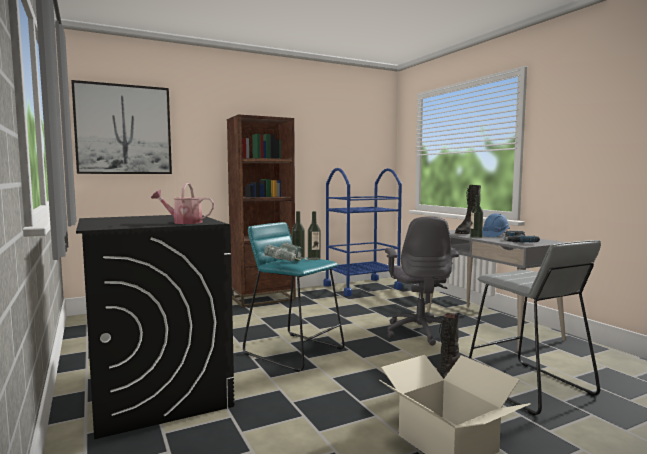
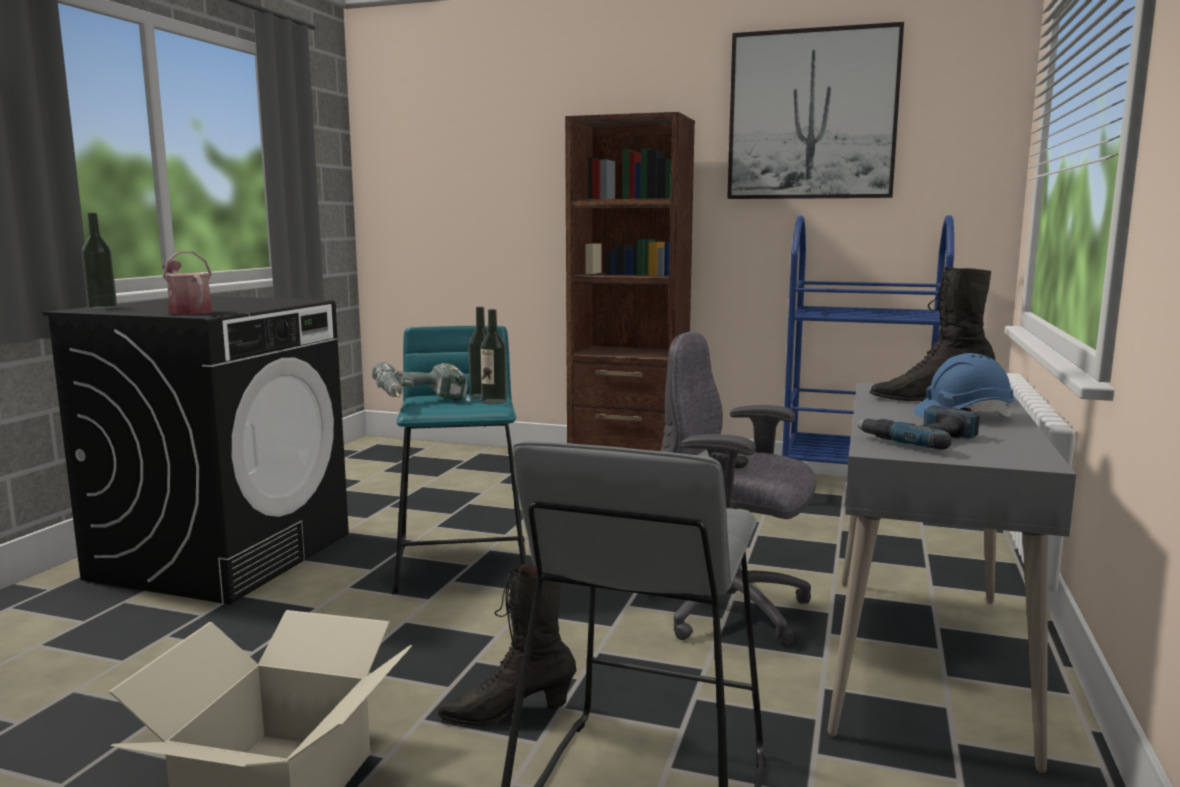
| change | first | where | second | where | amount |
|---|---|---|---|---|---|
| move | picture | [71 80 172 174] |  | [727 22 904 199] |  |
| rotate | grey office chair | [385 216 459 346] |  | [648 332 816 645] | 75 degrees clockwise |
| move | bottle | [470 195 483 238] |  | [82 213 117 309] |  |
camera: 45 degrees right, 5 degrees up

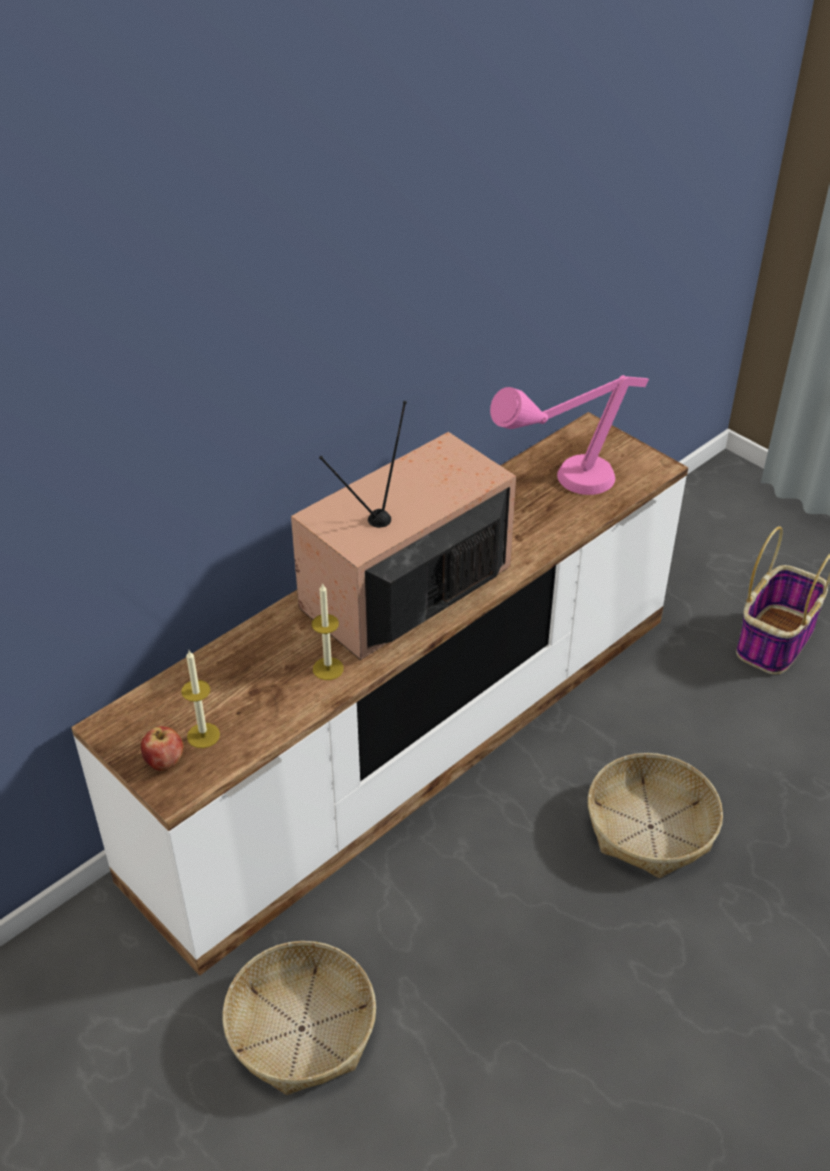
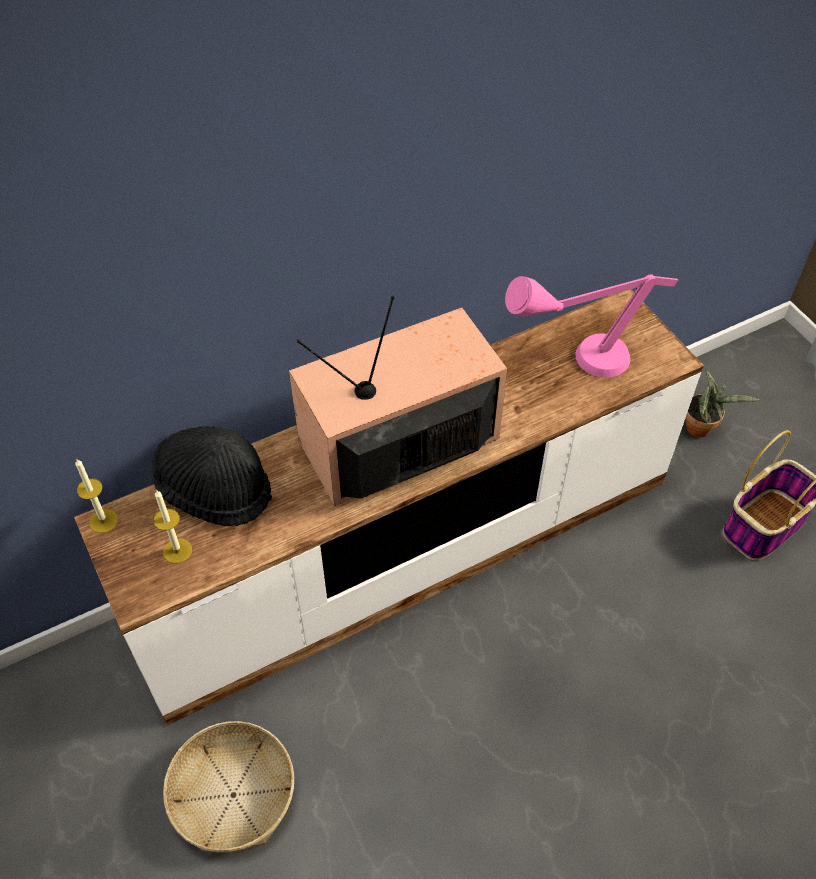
| change | first | where | second | where | amount |
|---|---|---|---|---|---|
| delete | apple | [141 726 184 771] |  |  |  |
| move | candle | [312 583 344 680] |  | [75 459 118 533] |  |
| delete | basket | [588 753 723 878] |  |  |  |
| insert |  |  | black hat | [151 426 272 526] |  |
| insert |  |  | potted plant | [686 370 759 437] |  |
camera: 15 degrees right, 10 degrees up

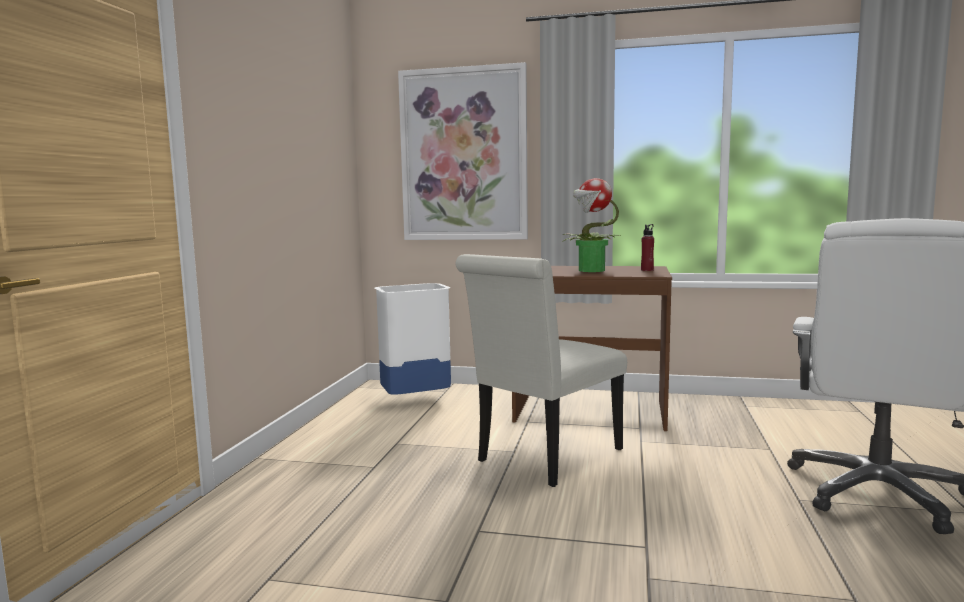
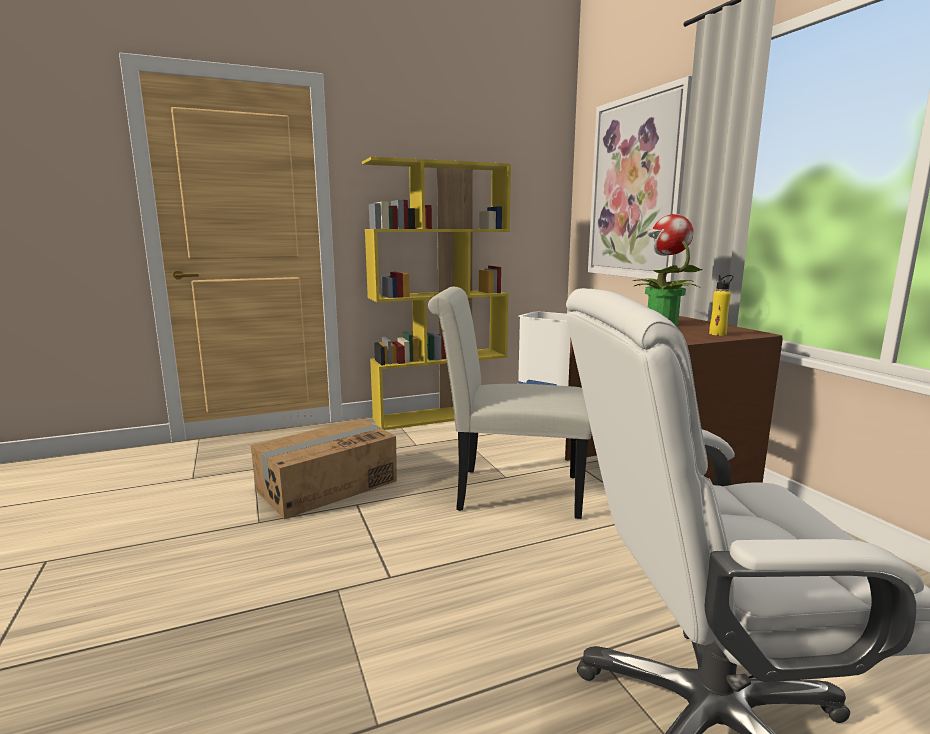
| change | first | where | second | where | amount |
|---|---|---|---|---|---|
| recolor | red bottle | [641 224 654 271] | yellow bottle | [709 275 734 336] |  |
| insert |  |  | cardboard box | [251 419 397 519] |  |
| insert |  |  | yellow bookcase | [362 157 511 430] |  |
camera: 55 degrees right, 5 degrees up

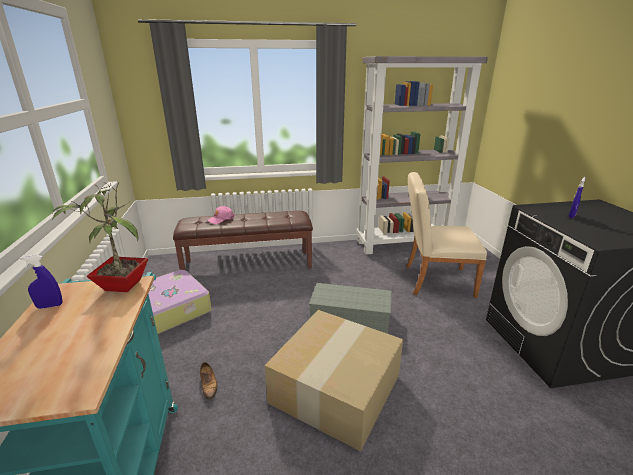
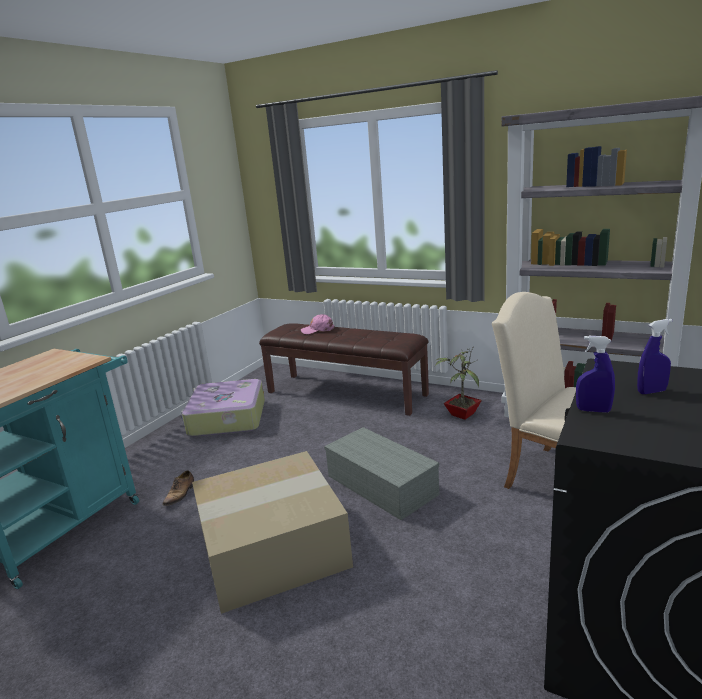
| change | first | where | second | where | amount |
|---|---|---|---|---|---|
| move | blue spray bottle | [20 255 63 309] |  | [576 336 615 413] |  |
| move | potted plant | [52 182 148 292] |  | [435 347 482 420] |  |
camera: 40 degrees right, 5 degrees down

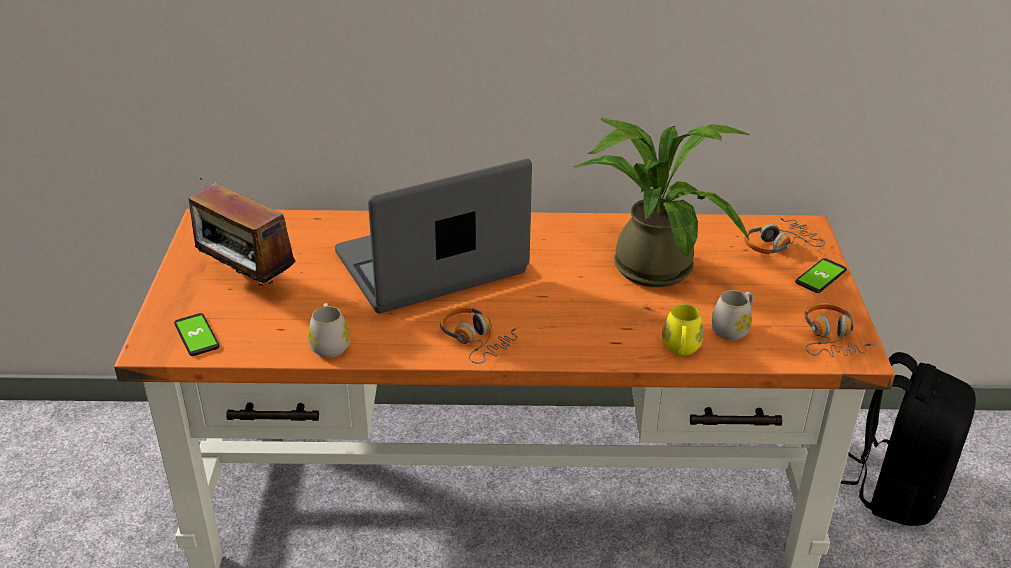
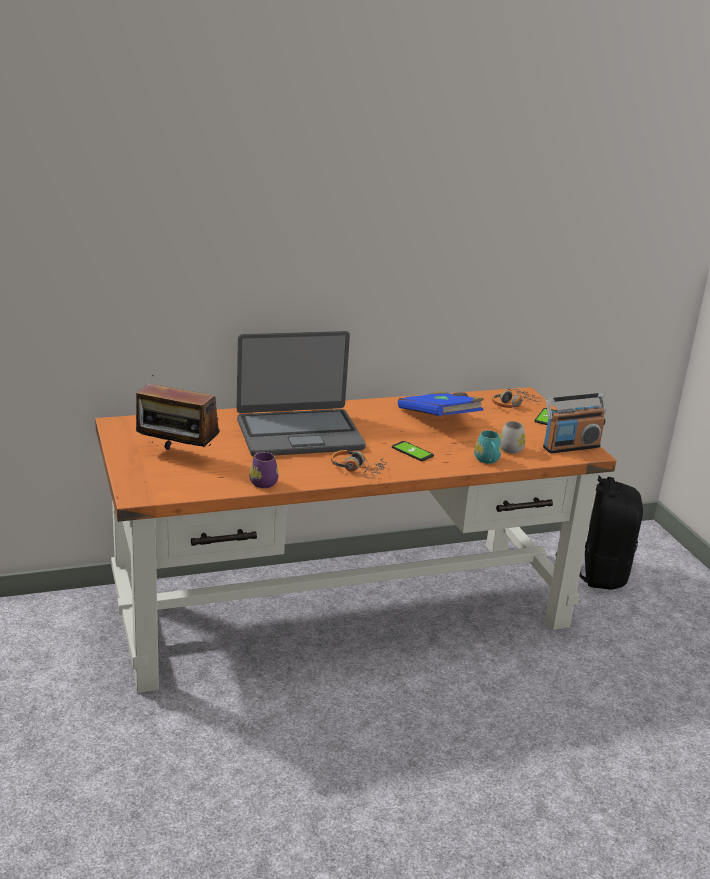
| change | first | where | second | where | amount |
|---|---|---|---|---|---|
| move | phone | [174 313 220 356] |  | [392 441 434 461] |  |
| recolor | white mug | [308 303 350 358] | purple mug | [249 452 278 488] |  |
| rotate | laptop | [335 159 532 313] |  | [237 331 366 456] | 150 degrees counterclockwise |
| replace | potted plant | [573 118 749 287] | blue book | [398 391 484 416] |  |
| recolor | yellow mug | [662 304 703 355] | turquoise mug | [474 430 501 464] |  |
| replace | headphones | [805 303 875 357] | radio | [543 393 606 453] |  |
camera: 20 degrees left, 10 degrees down

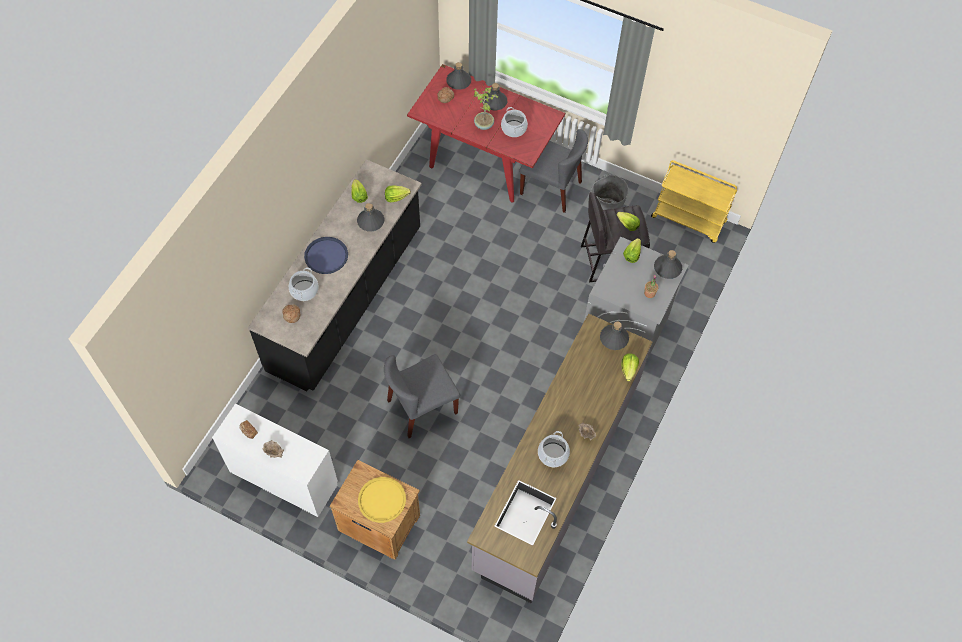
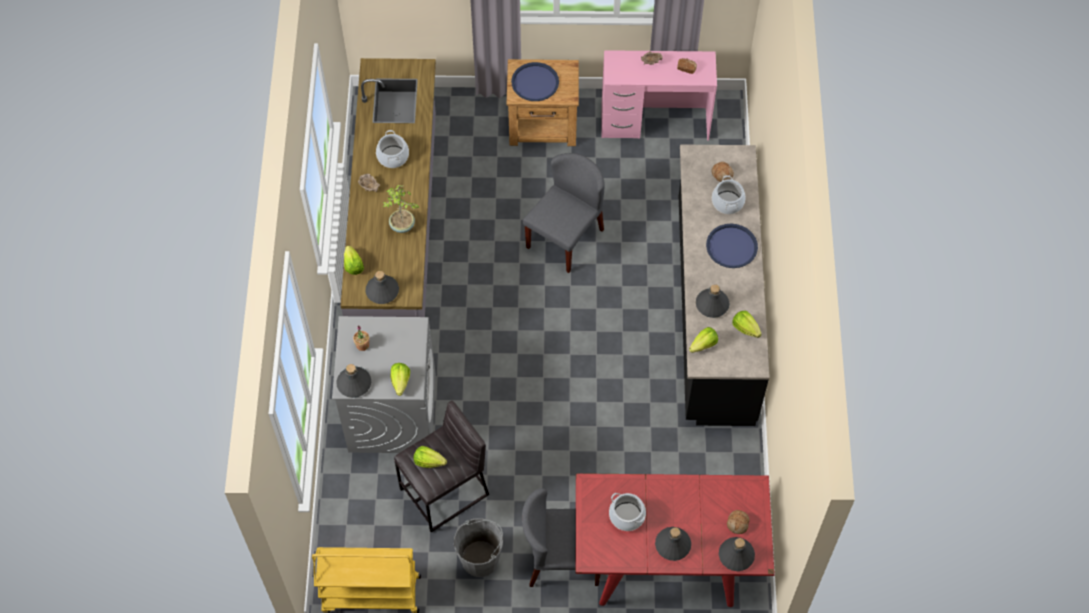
| change | first | where | second | where | amount |
|---|---|---|---|---|---|
| recolor | white desk | [212 404 338 517] | pink desk | [601 50 717 141] |  |
| recolor | yellow tray | [358 477 406 523] | blue tray | [511 62 559 101] |  |
| move | potted plant | [474 87 499 130] |  | [383 185 419 233] |  |
camera: 155 degrees right, 0 degrees up

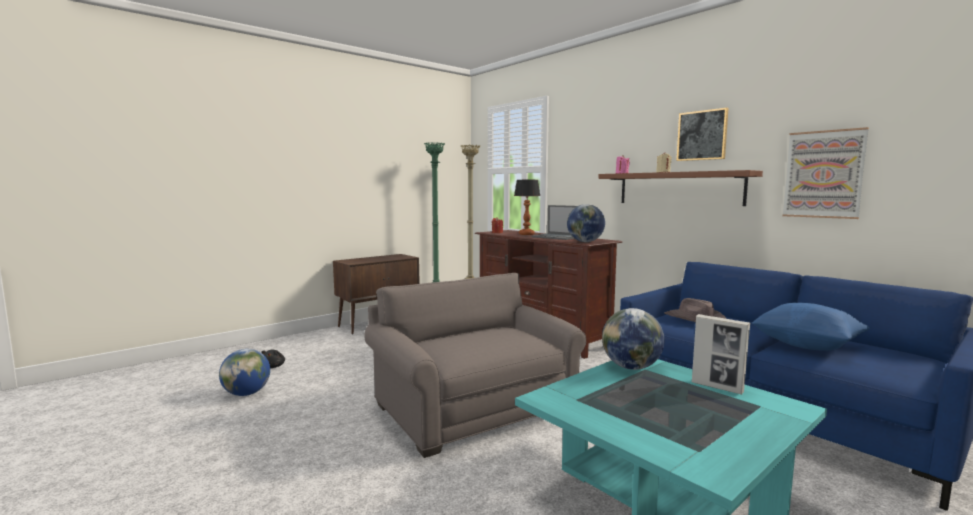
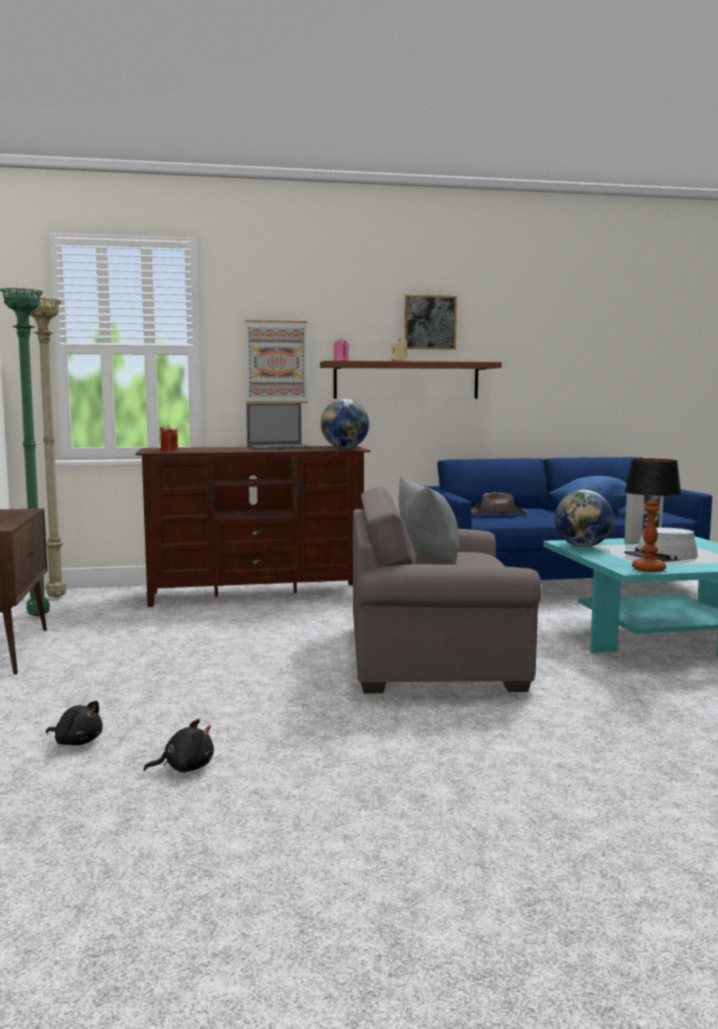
| change | first | where | second | where | amount |
|---|---|---|---|---|---|
| replace | globe | [219 349 270 396] | black plush toy | [143 719 214 773] |  |
| move | table lamp | [514 180 540 235] |  | [625 458 681 572] |  |
| move | picture | [782 127 869 219] |  | [245 320 308 403] |  |
| insert |  |  | grey pillow | [398 477 459 564] |  |
| insert |  |  | grey hat | [624 527 698 562] |  |
camera: 60 degrees left, 0 degrees up

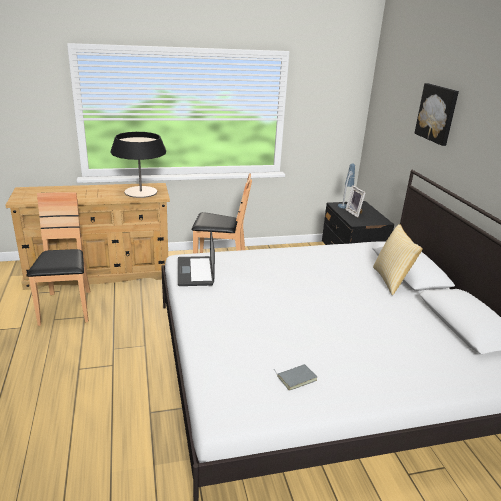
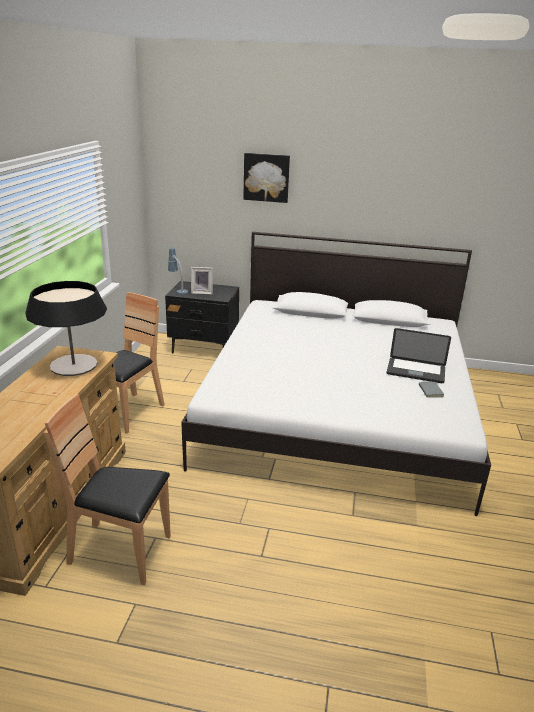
| change | first | where | second | where | amount |
|---|---|---|---|---|---|
| move | laptop | [178 227 215 286] |  | [387 328 451 383] |  |
| delete | pillow | [373 224 423 295] |  |  |  |
camera: 65 degrees left, 0 degrees up

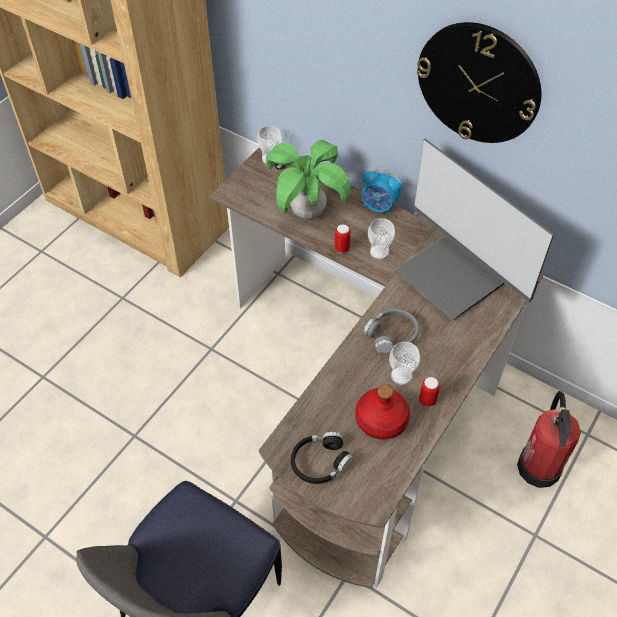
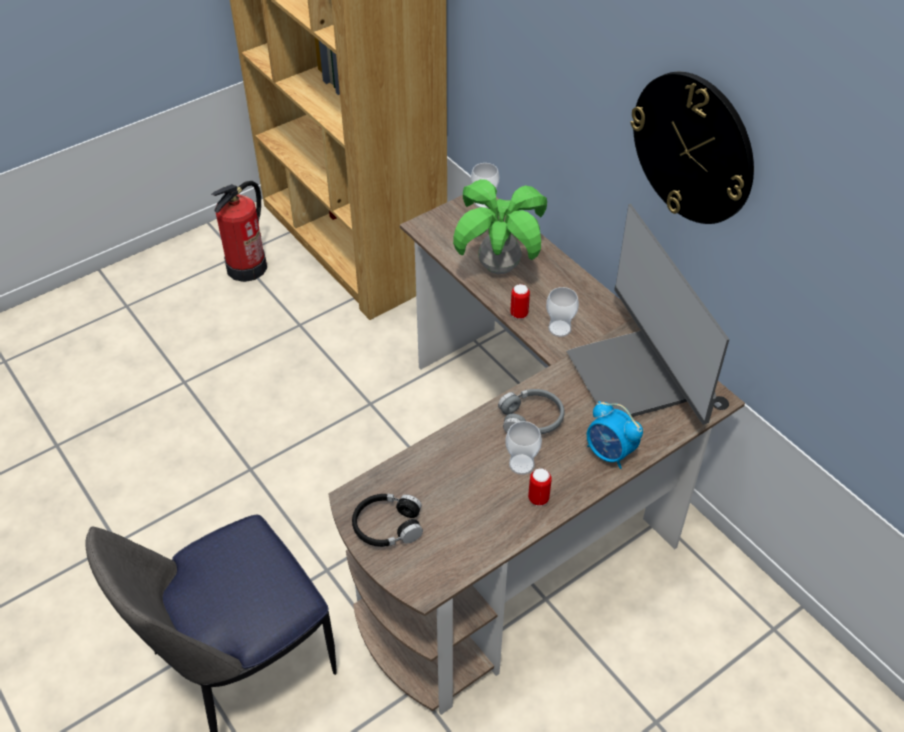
| change | first | where | second | where | amount |
|---|---|---|---|---|---|
| delete | red bottle | [355 384 410 439] |  |  |  |
| move | alarm clock | [362 168 403 215] |  | [587 401 643 469] |  |
| move | fire extinguisher | [517 391 581 488] |  | [212 181 267 282] |  |
camera: 20 degrees right, 5 degrees down

